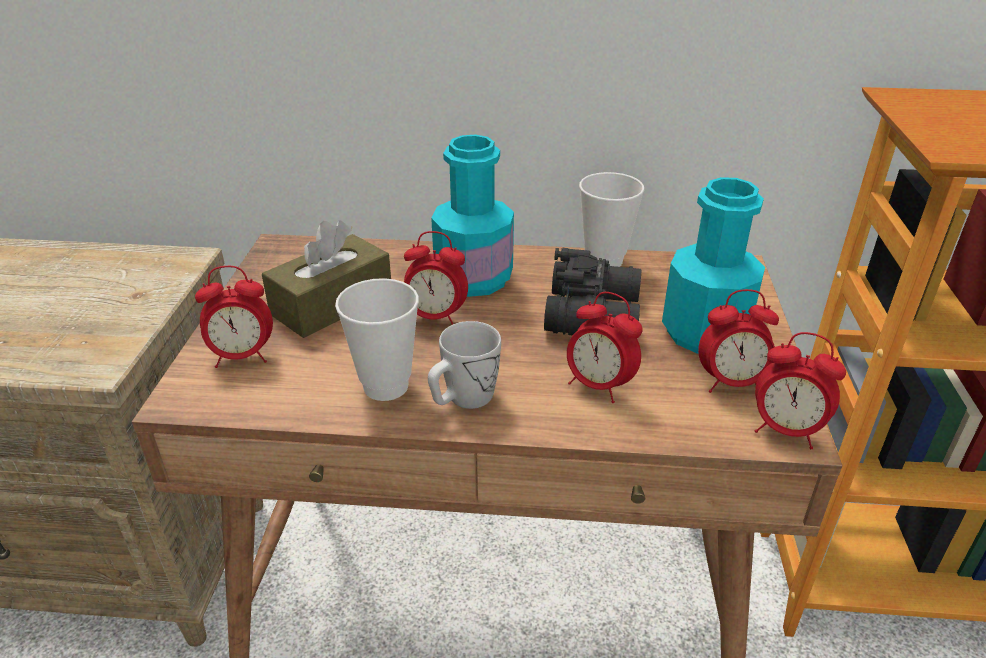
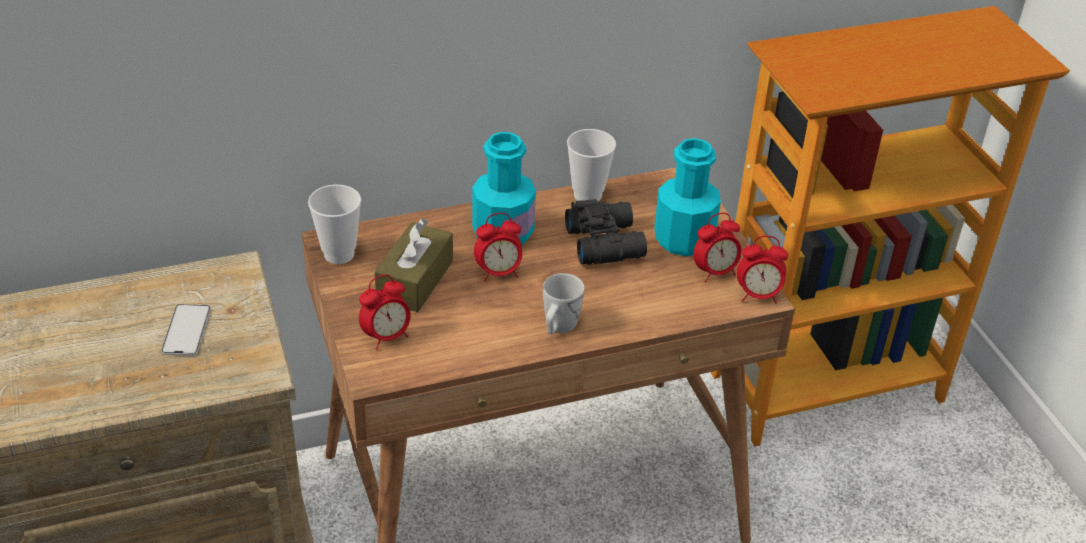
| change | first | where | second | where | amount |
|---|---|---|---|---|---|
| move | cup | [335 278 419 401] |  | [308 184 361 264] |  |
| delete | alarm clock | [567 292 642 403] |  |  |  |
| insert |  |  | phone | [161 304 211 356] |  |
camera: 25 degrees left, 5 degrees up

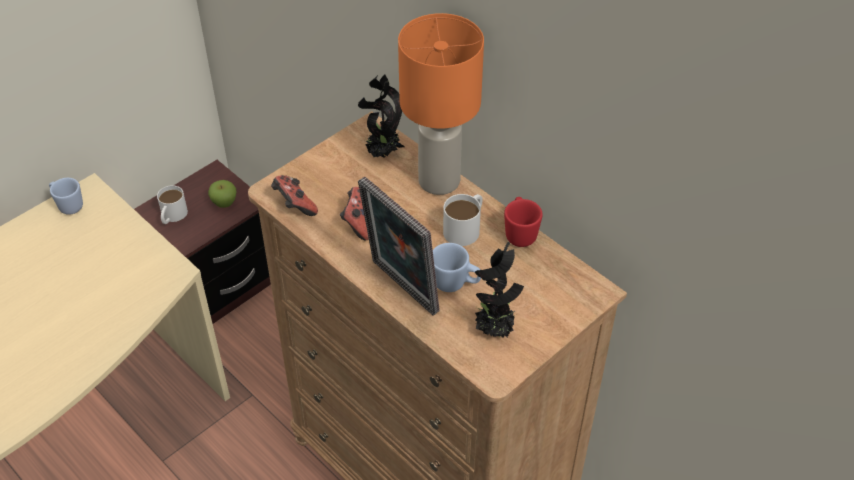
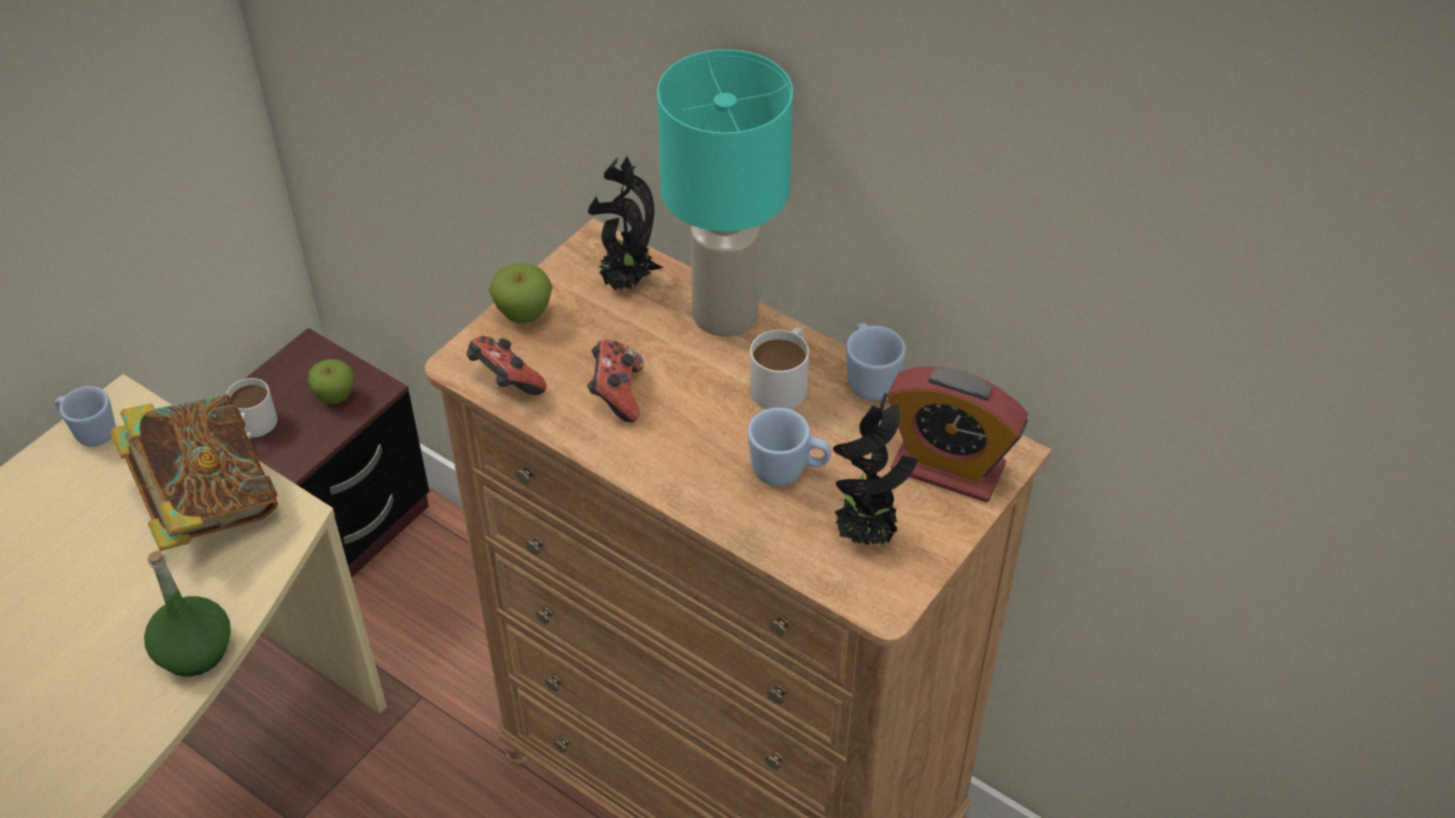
| change | first | where | second | where | amount |
|---|---|---|---|---|---|
| delete | picture frame | [358 176 440 315] |  |  |  |
| recolor | orange table lamp | [398 13 484 195] | turquoise table lamp | [657 49 793 337] |  |
| recolor | red mug | [504 197 543 247] | blue mug | [846 323 906 401] |  |
| insert |  |  | book | [110 395 278 551] |  |
| insert |  |  | green bottle | [144 551 231 676] |  |
| insert |  |  | apple | [489 263 553 324] |  |
| insert |  |  | alarm clock | [888 366 1028 502] |  |
camera: 10 degrees left, 0 degrees up

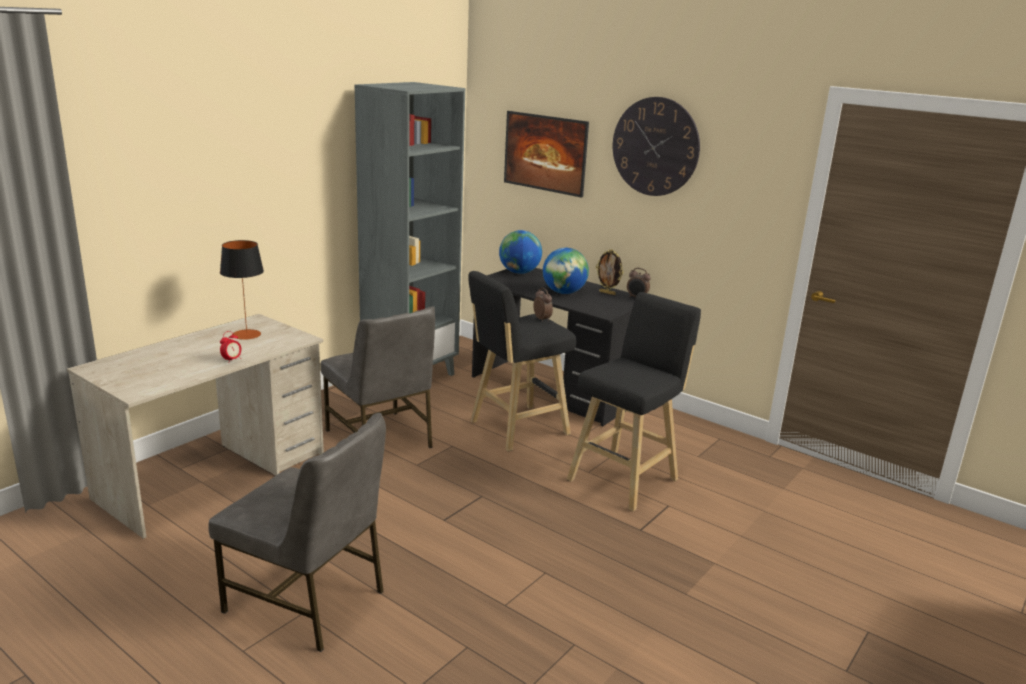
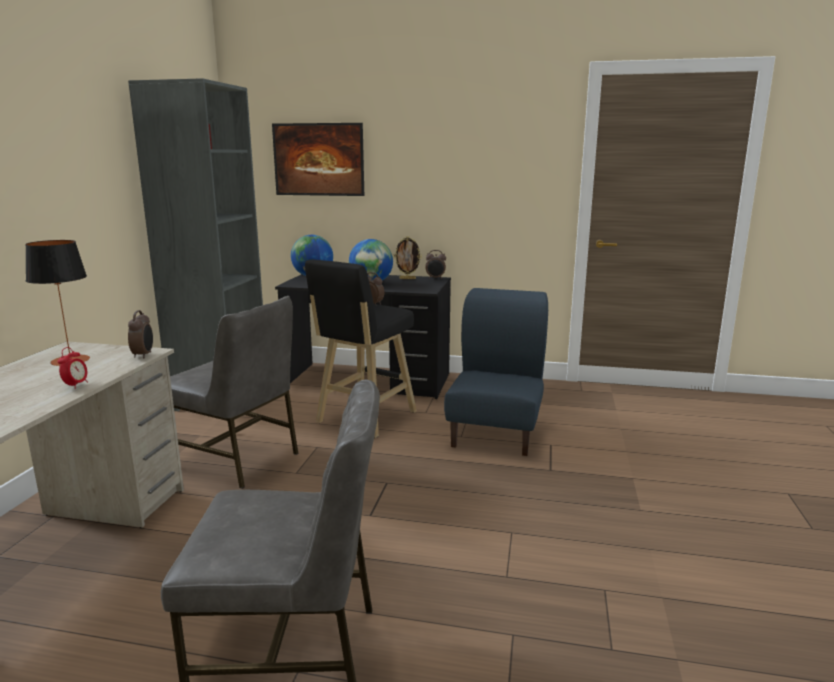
| change | first | where | second | where | amount |
|---|---|---|---|---|---|
| replace | black stool | [567 292 701 511] | blue chair | [444 288 548 456] |  |
| delete | wall clock | [613 97 700 196] |  |  |  |
| insert |  |  | alarm clock | [128 310 153 358] |  |
camera: 25 degrees left, 5 degrees down

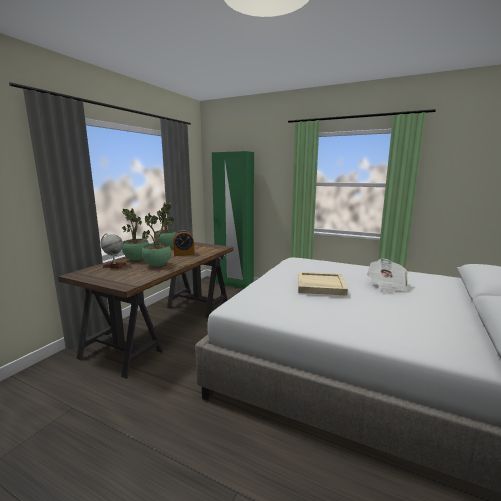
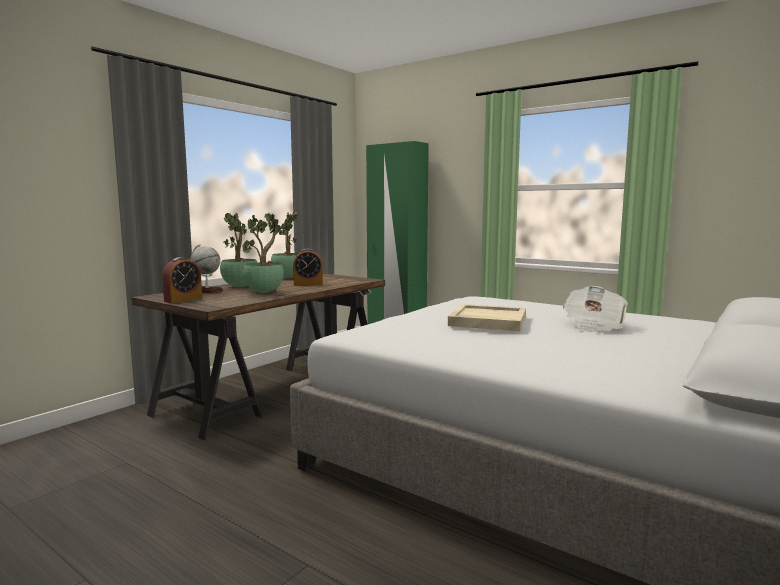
| change | first | where | second | where | amount |
|---|---|---|---|---|---|
| insert |  |  | alarm clock | [162 257 202 303] |  |
camera: 10 degrees right, 5 degrees down

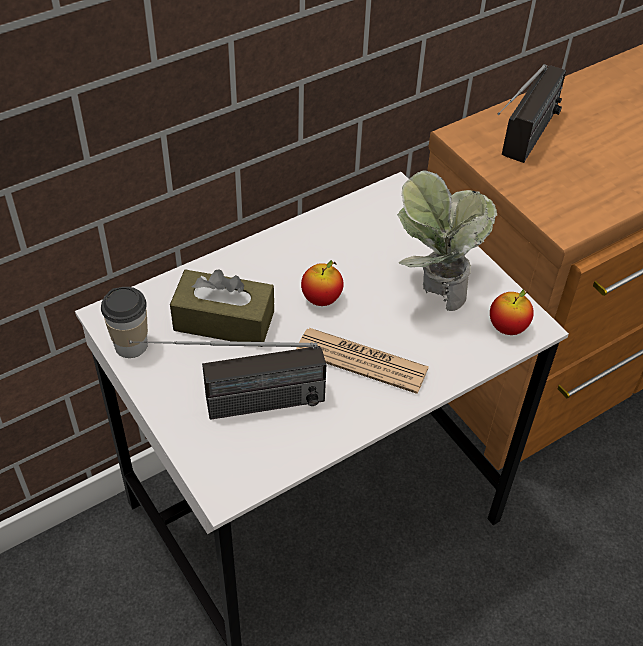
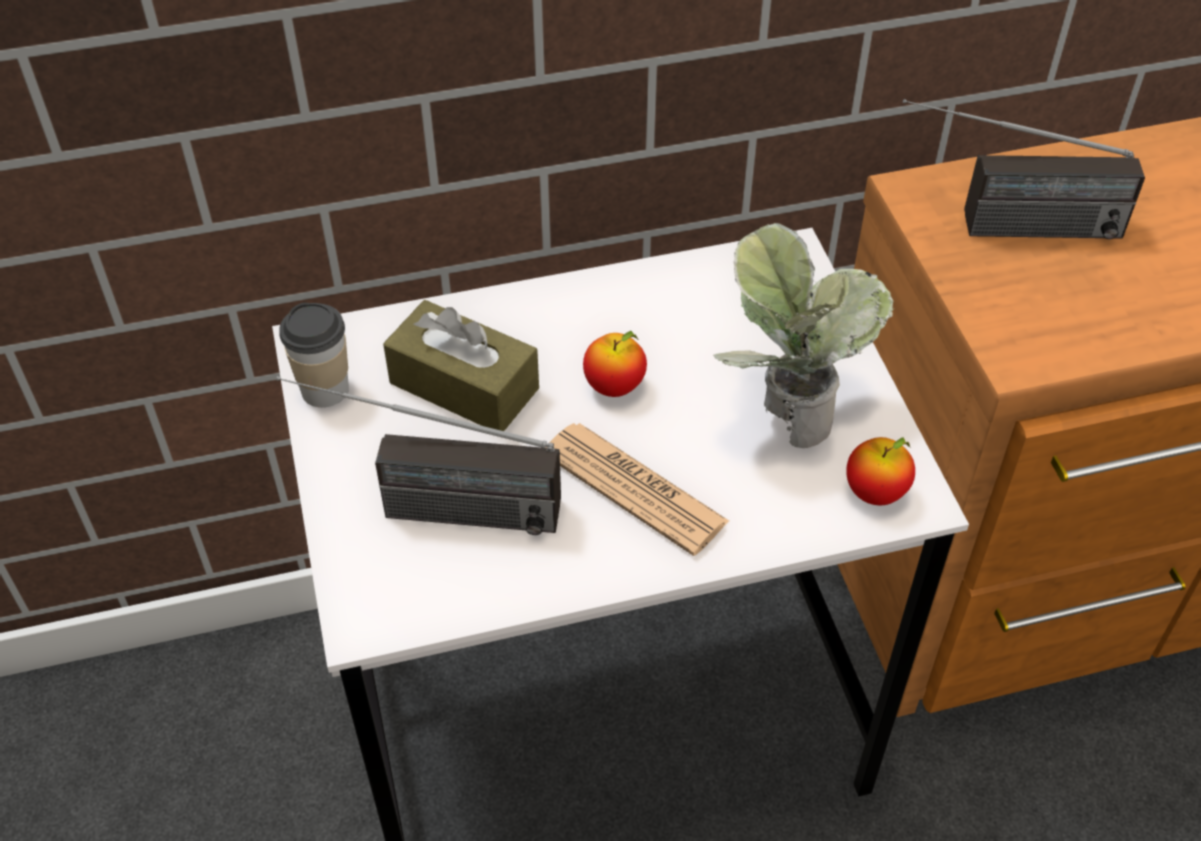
| change | first | where | second | where | amount |
|---|---|---|---|---|---|
| rotate | radio | [497 64 566 163] |  | [903 99 1145 239] | 45 degrees clockwise |
camera: 20 degrees right, 0 degrees up

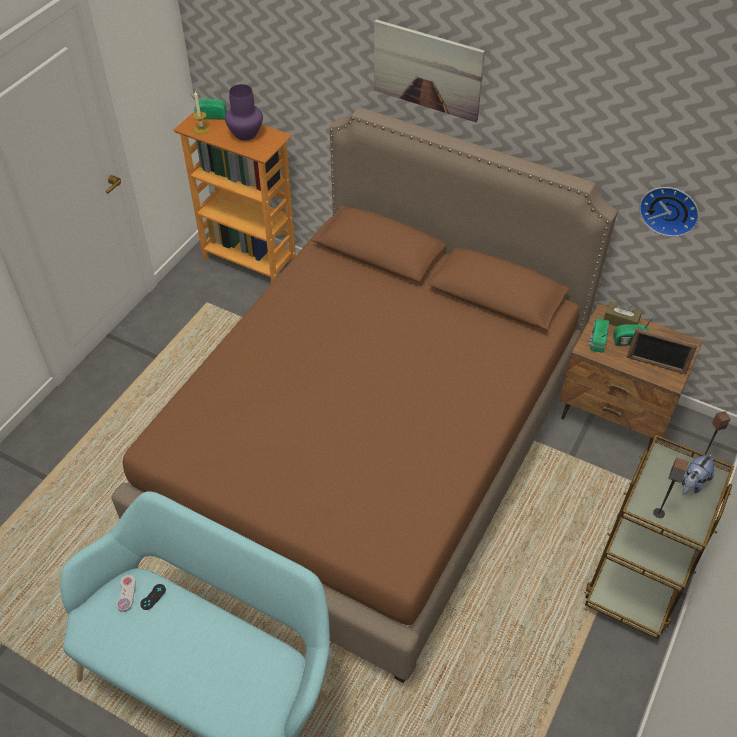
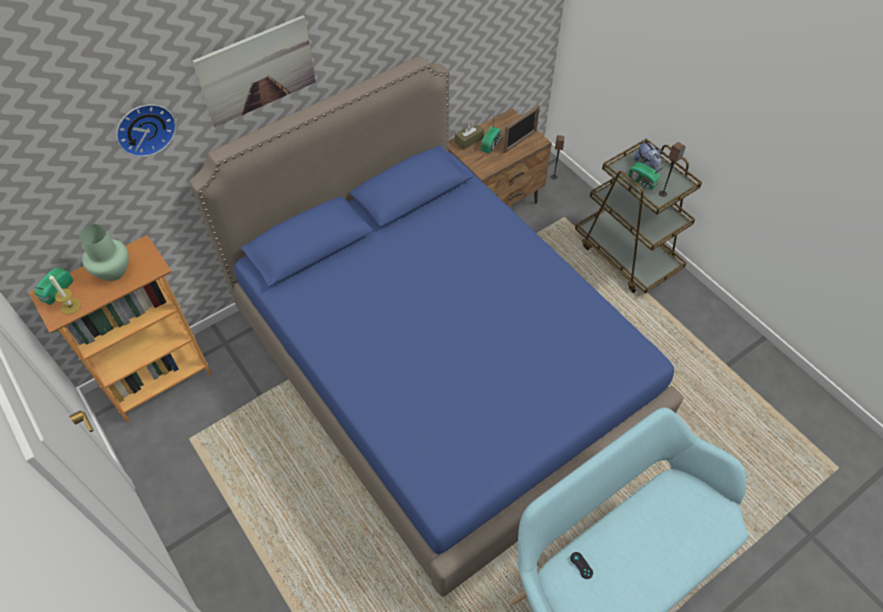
| change | first | where | second | where | amount |
|---|---|---|---|---|---|
| recolor | brown bed | [111 107 617 683] | blue bed | [189 56 683 597] |  |
| delete | white game controller | [116 575 136 612] |  |  |  |
| recolor | purple vase | [225 84 263 141] | green vase | [79 225 129 281] |  |
| move | radio | [588 318 609 353] |  | [628 162 666 190] |  |
| move | wall clock | [639 187 699 237] |  | [116 104 176 157] |  |
camera: 65 degrees left, 5 degrees up

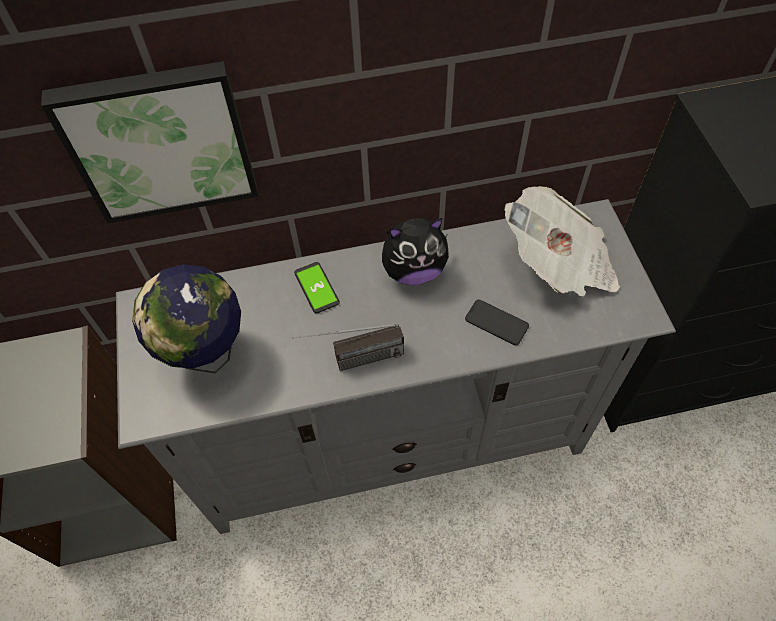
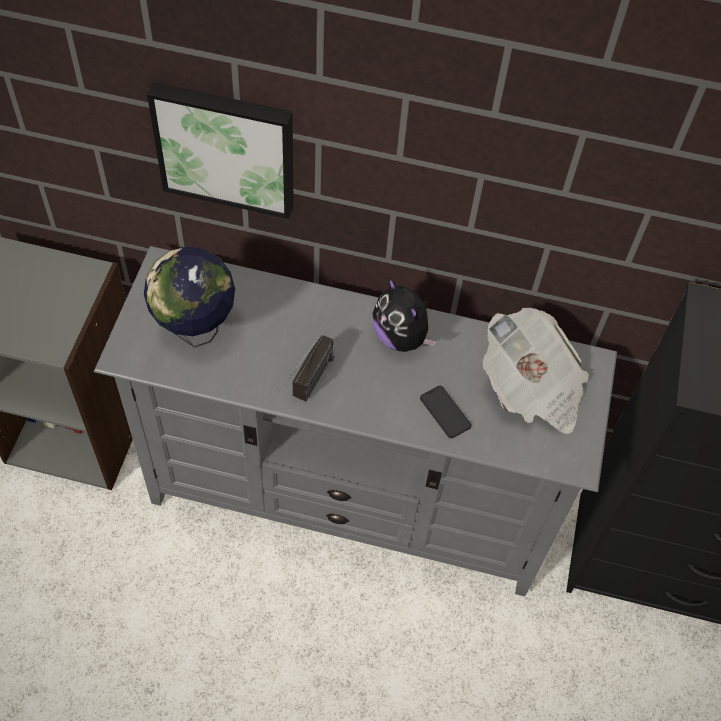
| change | first | where | second | where | amount |
|---|---|---|---|---|---|
| rotate | radio | [292 324 404 371] |  | [277 335 334 401] | 75 degrees counterclockwise |
| delete | phone | [294 262 340 313] |  |  |  |
| rotate | plush toy | [382 218 449 285] |  | [373 277 437 352] | 45 degrees clockwise |
camera: 20 degrees right, 0 degrees up

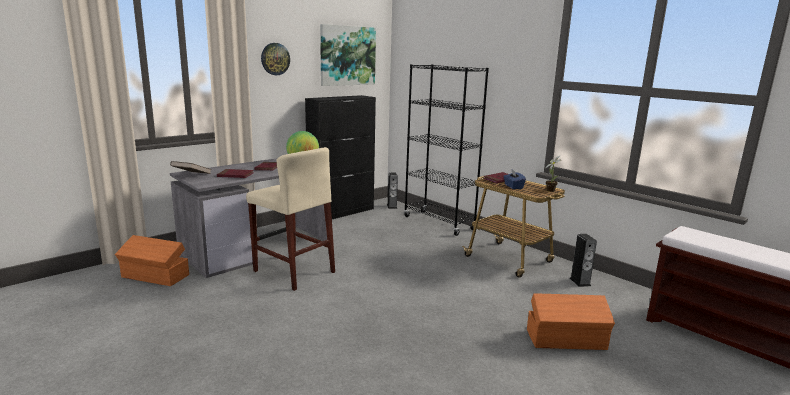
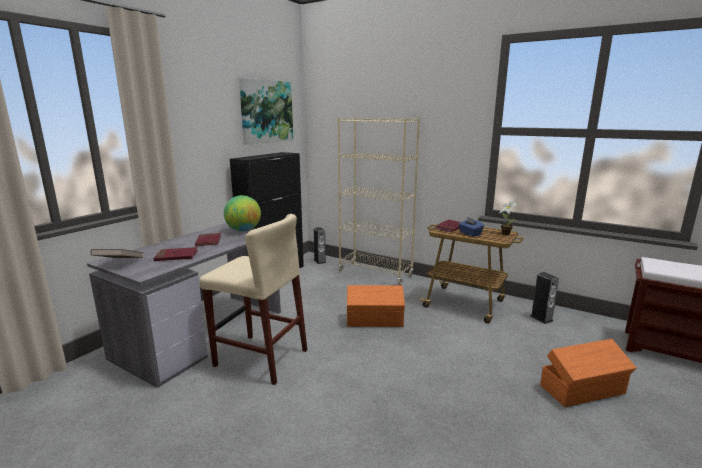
| change | first | where | second | where | amount |
|---|---|---|---|---|---|
| move | orange storage box | [115 235 189 286] |  | [347 285 405 327] |  |
| delete | wall clock | [261 43 290 75] |  |  |  |
| recolor | black bookcase | [404 64 489 236] | beige bookcase | [338 117 420 285] |  |
camera: 15 degrees left, 0 degrees up

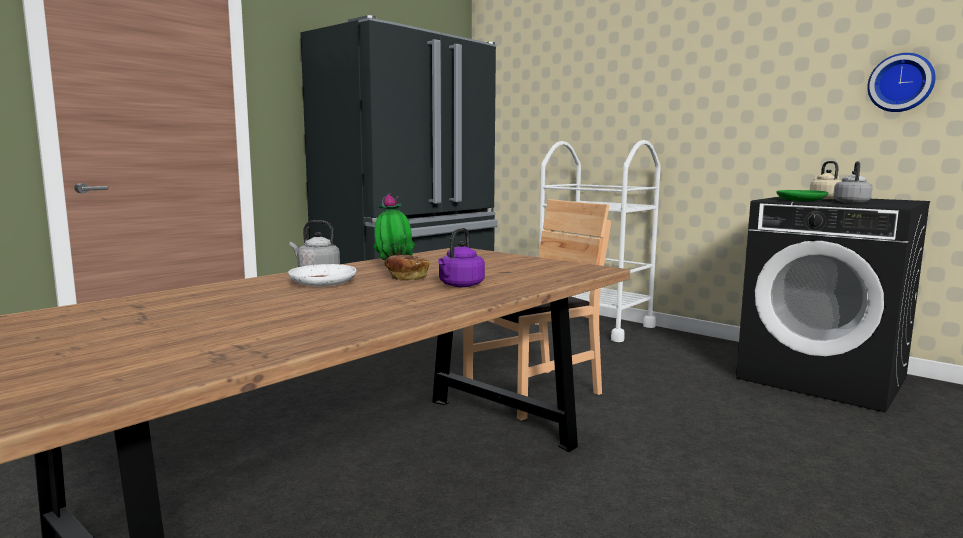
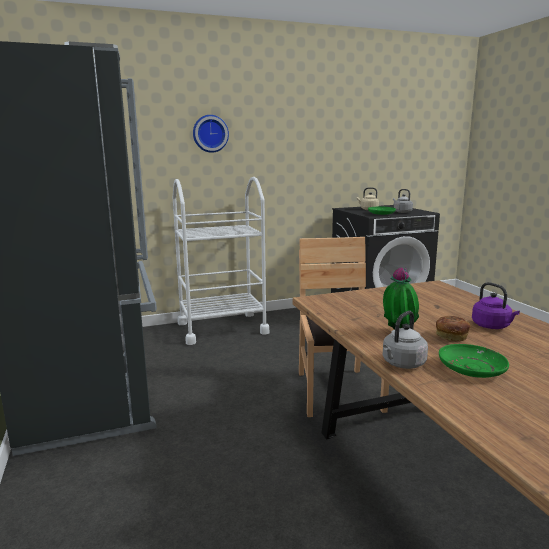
| change | first | where | second | where | amount |
|---|---|---|---|---|---|
| recolor | white plate | [288 264 357 286] | green plate | [439 344 509 378] |  |
| move | wall clock | [867 53 936 112] |  | [193 115 229 153] |  |
camera: 60 degrees left, 5 degrees up

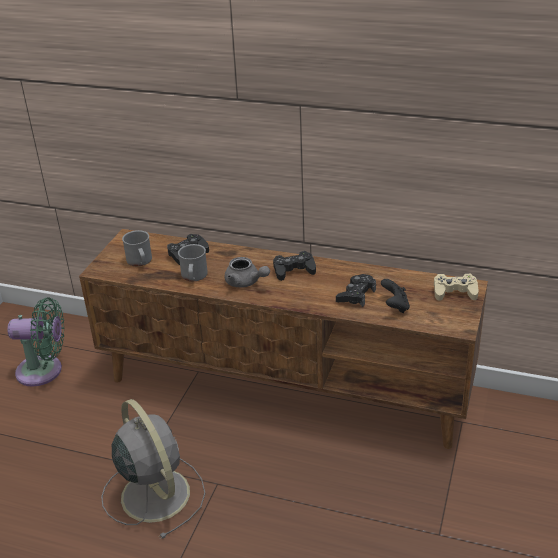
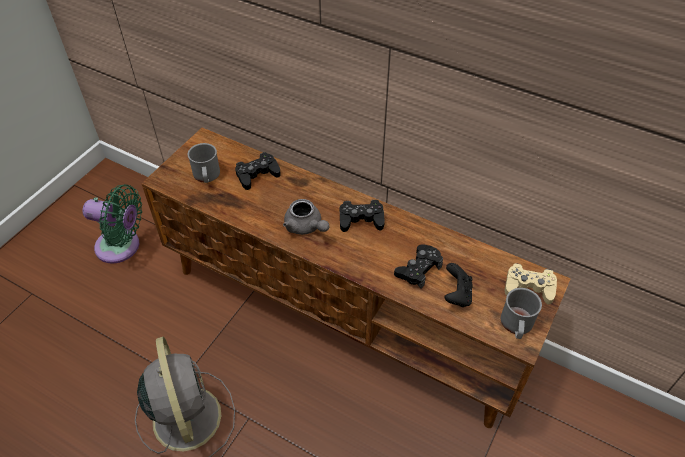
| change | first | where | second | where | amount |
|---|---|---|---|---|---|
| move | grey mug | [178 244 208 281] |  | [501 288 542 339] |  |
camera: 10 degrees right, 15 degrees up

